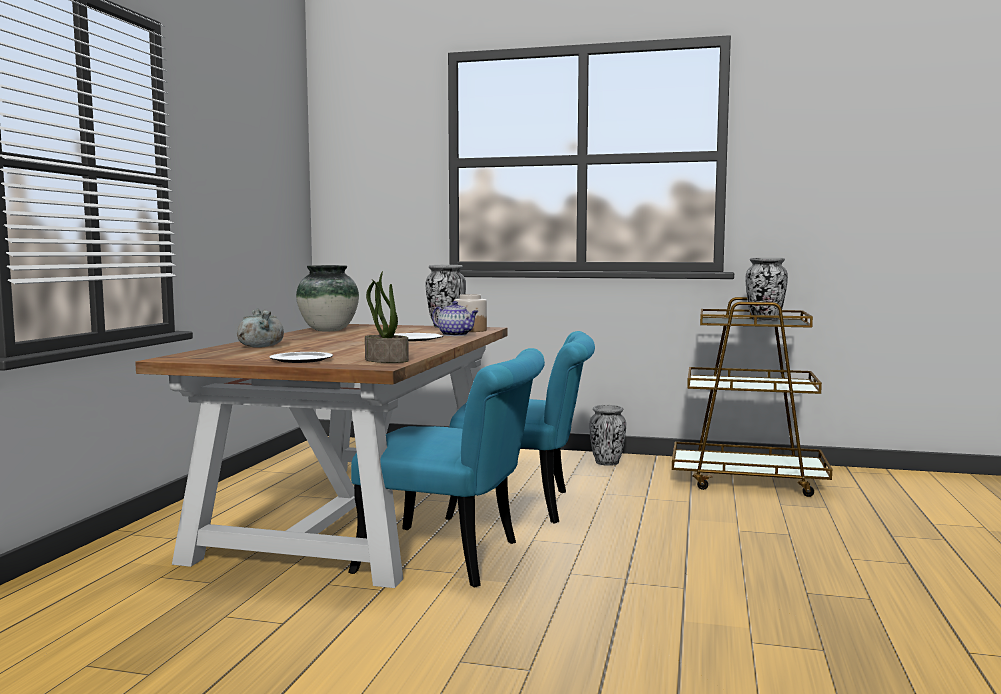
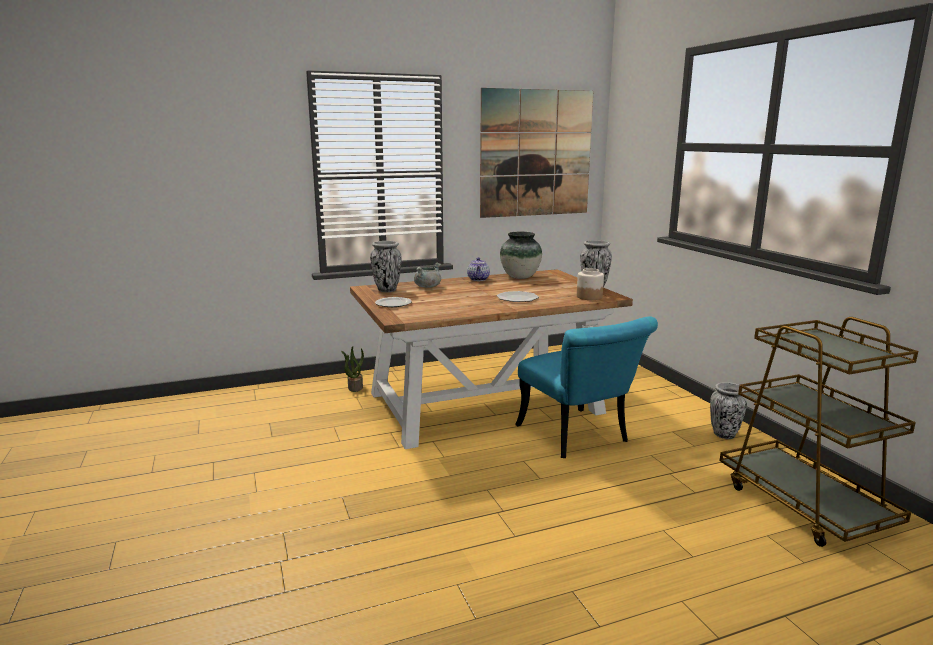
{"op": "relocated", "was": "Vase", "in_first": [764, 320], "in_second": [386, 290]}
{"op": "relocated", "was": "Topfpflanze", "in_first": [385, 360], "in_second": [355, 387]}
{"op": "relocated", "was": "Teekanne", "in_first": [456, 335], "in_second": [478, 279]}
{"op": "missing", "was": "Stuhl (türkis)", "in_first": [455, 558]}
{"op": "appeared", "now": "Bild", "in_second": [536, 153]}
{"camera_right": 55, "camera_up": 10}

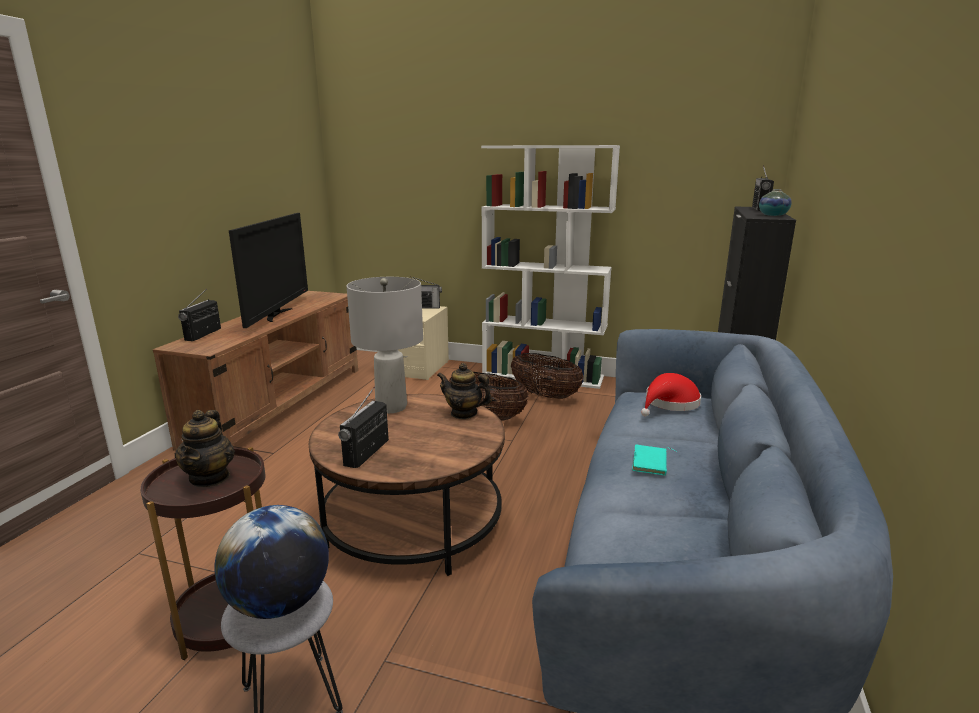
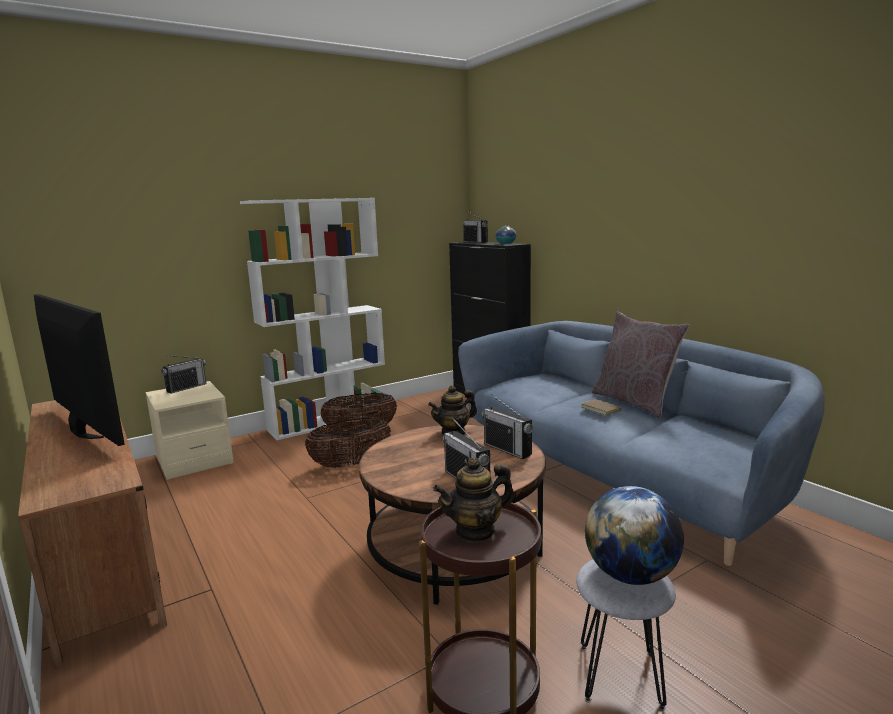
{"op": "missing", "was": "Tischlampe (grau)", "in_first": [392, 407]}
{"op": "relocated", "was": "Radio", "in_first": [203, 334], "in_second": [507, 449]}
{"op": "missing", "was": "Hut (rot)", "in_first": [669, 404]}
{"op": "spun", "was": "Teekanne", "in_first": [210, 477], "in_second": [476, 531], "clockwise": 120}
{"op": "colour", "was": "Buch (türkis)", "now": "Buch (braun)", "in_first": [651, 463], "in_second": [601, 409]}
{"op": "appeared", "now": "Kissen (grau)", "in_second": [635, 402]}
{"camera_right": -50, "camera_up": -5}

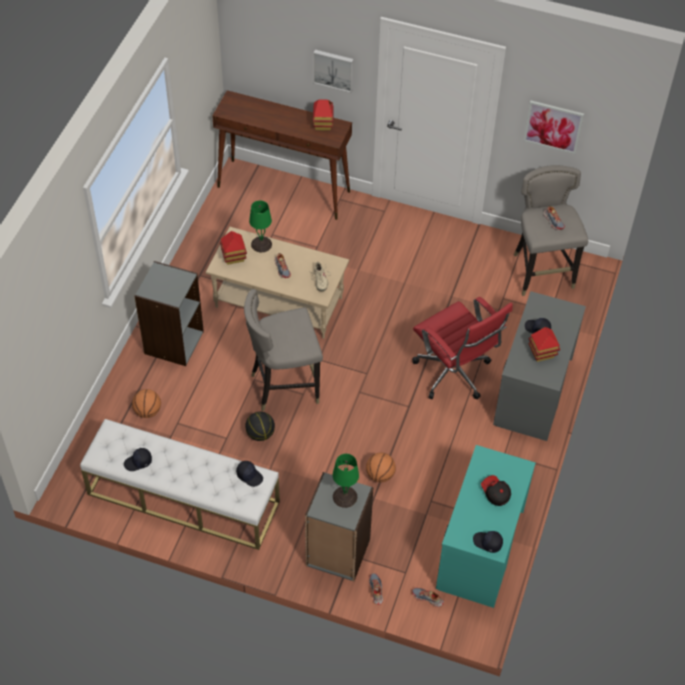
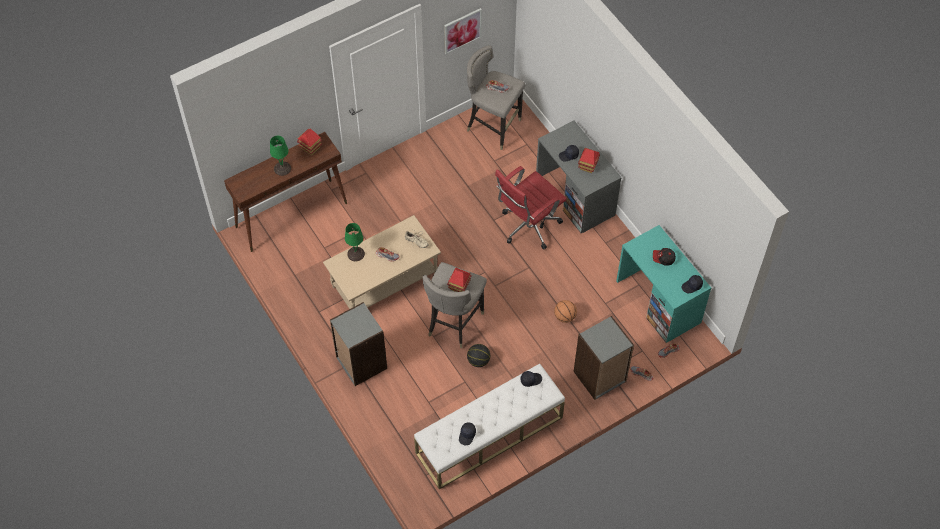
{"op": "missing", "was": "Bild", "in_first": [334, 69]}
{"op": "relocated", "was": "Spielzeughaus", "in_first": [233, 257], "in_second": [459, 286]}
{"op": "spun", "was": "Bürostuhl (rot)", "in_first": [454, 375], "in_second": [528, 227], "clockwise": 135}
{"op": "missing", "was": "Basketball", "in_first": [147, 411]}
{"op": "relocated", "was": "Tischlampe (grün)", "in_first": [344, 497], "in_second": [282, 168]}
{"camera_right": -50, "camera_up": 5}

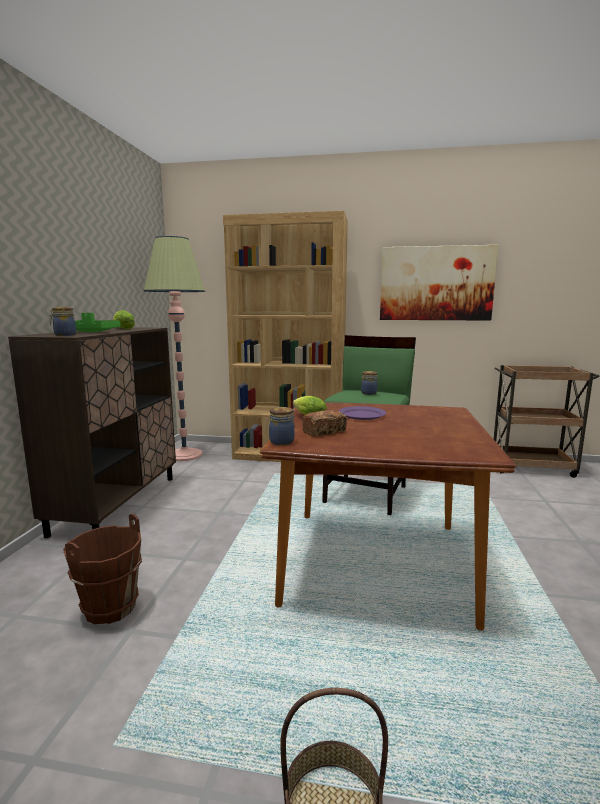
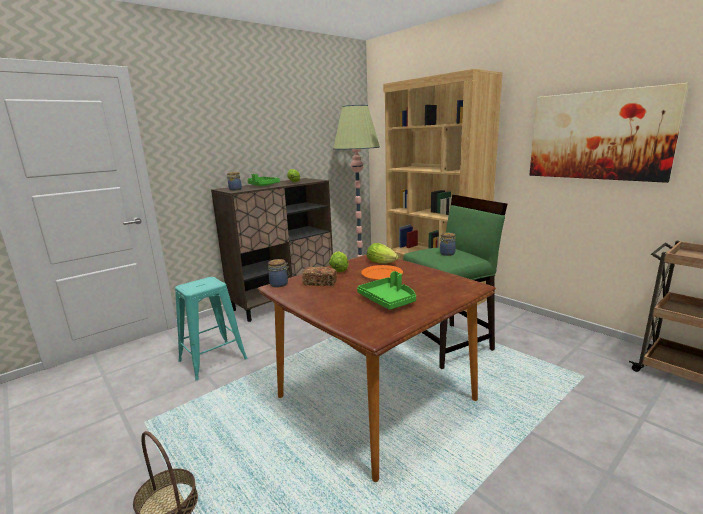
{"op": "colour", "was": "Teller (lila)", "now": "Teller (orange)", "in_first": [361, 415], "in_second": [381, 274]}
{"op": "exchanged", "was": "Eimer (braun)", "now": "Hocker (türkis)", "in_first": [110, 608], "in_second": [213, 360]}
{"op": "appeared", "now": "Salatkopf", "in_second": [383, 262]}
{"op": "appeared", "now": "Tablett (grün)", "in_second": [388, 300]}
{"camera_right": 40, "camera_up": 5}

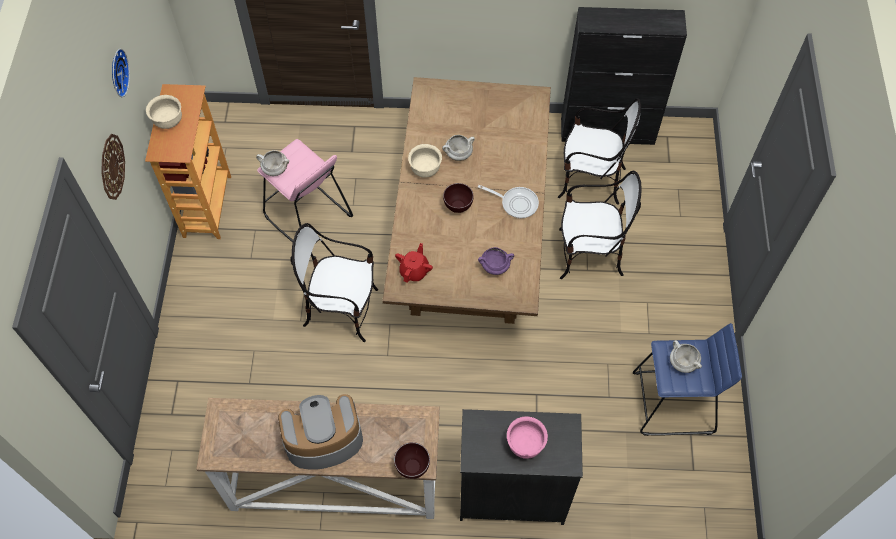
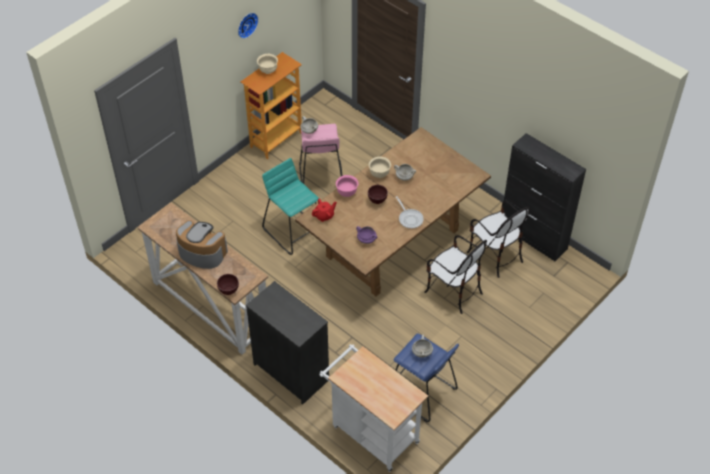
{"op": "missing", "was": "Wanduhr", "in_first": [112, 167]}
{"op": "exchanged", "was": "Stuhl", "now": "Hocker (türkis)", "in_first": [342, 310], "in_second": [294, 231]}
{"op": "relocated", "was": "Schüssel (rosa)", "in_first": [525, 444], "in_second": [347, 192]}
{"op": "appeared", "now": "Rollwagen (weiß)", "in_second": [371, 432]}
{"camera_right": 40, "camera_up": -10}

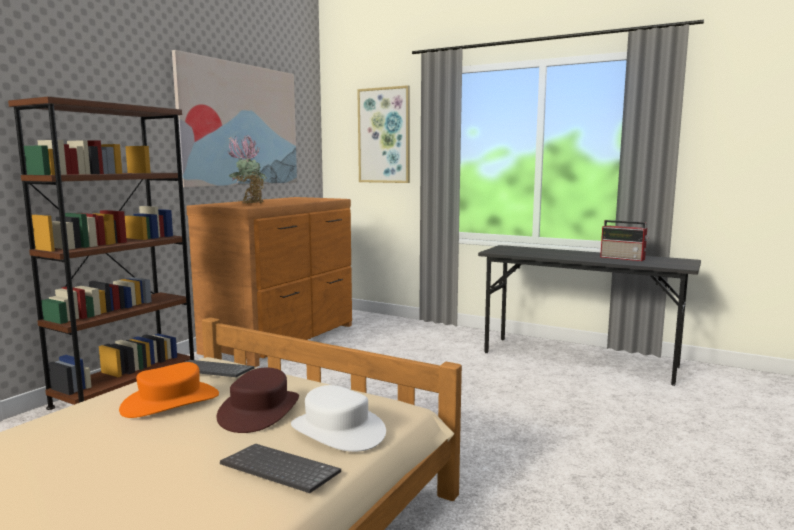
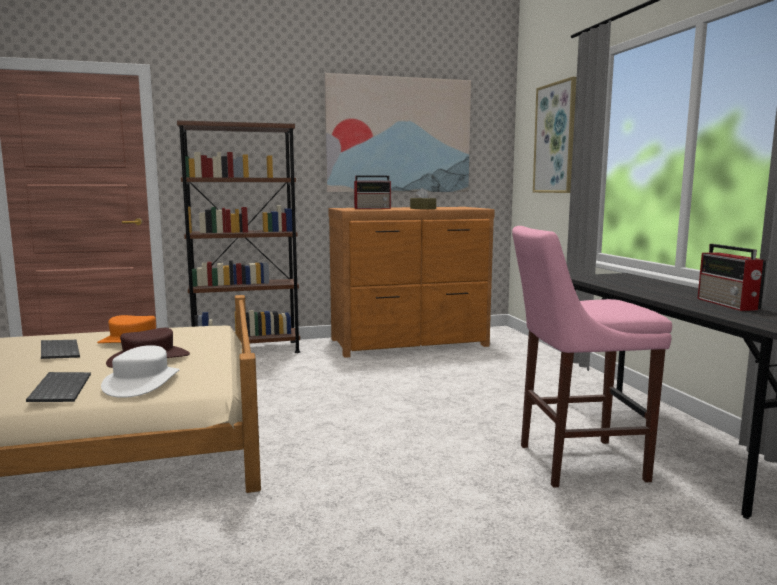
{"op": "exchanged", "was": "Topfpflanze", "now": "Radio", "in_first": [248, 204], "in_second": [373, 208]}
{"op": "relocated", "was": "Tastatur", "in_first": [210, 371], "in_second": [58, 351]}
{"op": "appeared", "now": "Taschentuchbox (braun)", "in_second": [423, 208]}
{"op": "appeared", "now": "Hocker (rosa)", "in_second": [574, 462]}
{"camera_right": 45, "camera_up": 0}

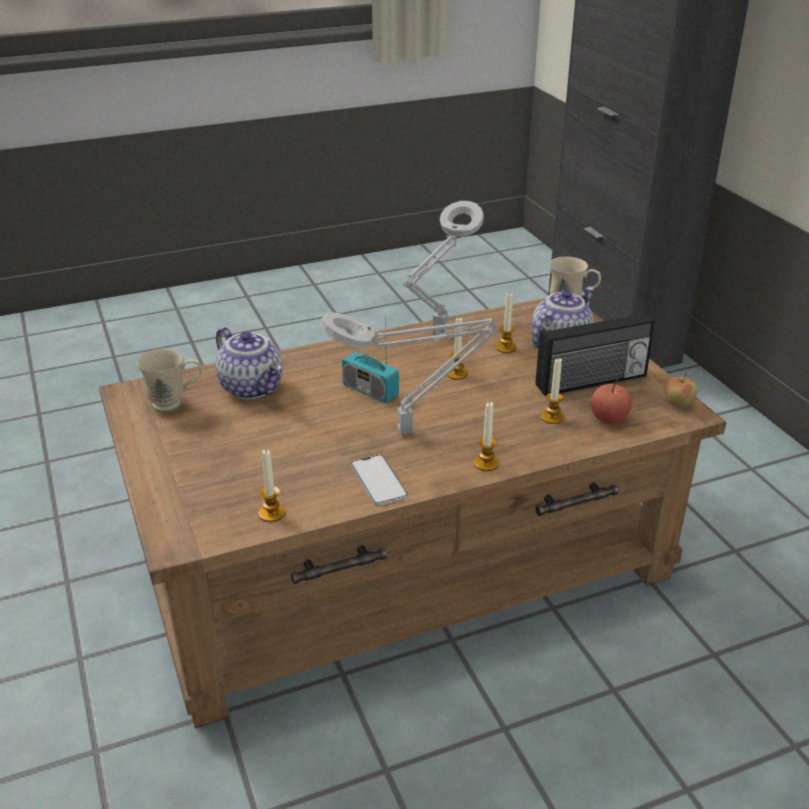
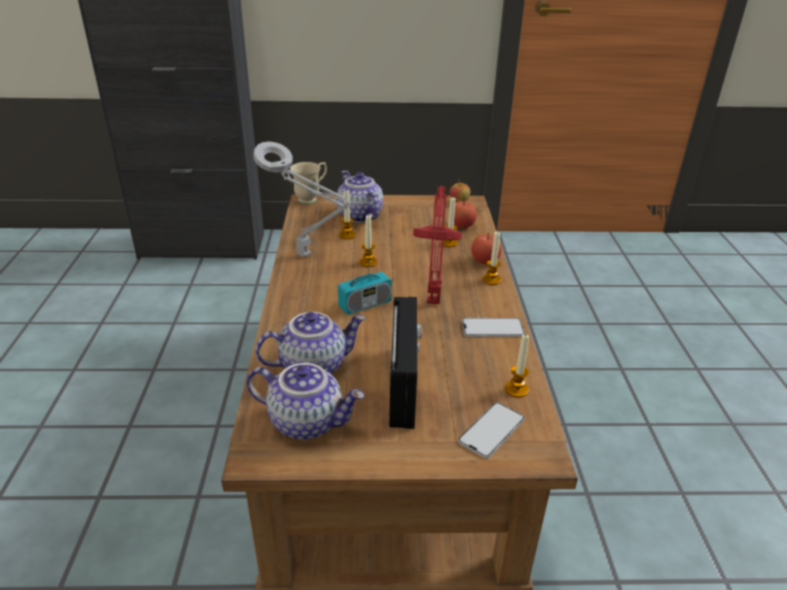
{"op": "relocated", "was": "Radio", "in_first": [592, 382], "in_second": [405, 385]}
{"op": "colour", "was": "Tischlampe (grau)", "now": "Tischlampe (rot)", "in_first": [410, 430], "in_second": [433, 299]}
{"op": "exchanged", "was": "Henkelbecher (beige)", "now": "Teekanne", "in_first": [175, 404], "in_second": [307, 421]}
{"op": "appeared", "now": "Apfel", "in_second": [485, 261]}
{"op": "appeared", "now": "Handy", "in_second": [491, 430]}
{"camera_right": -70, "camera_up": 0}

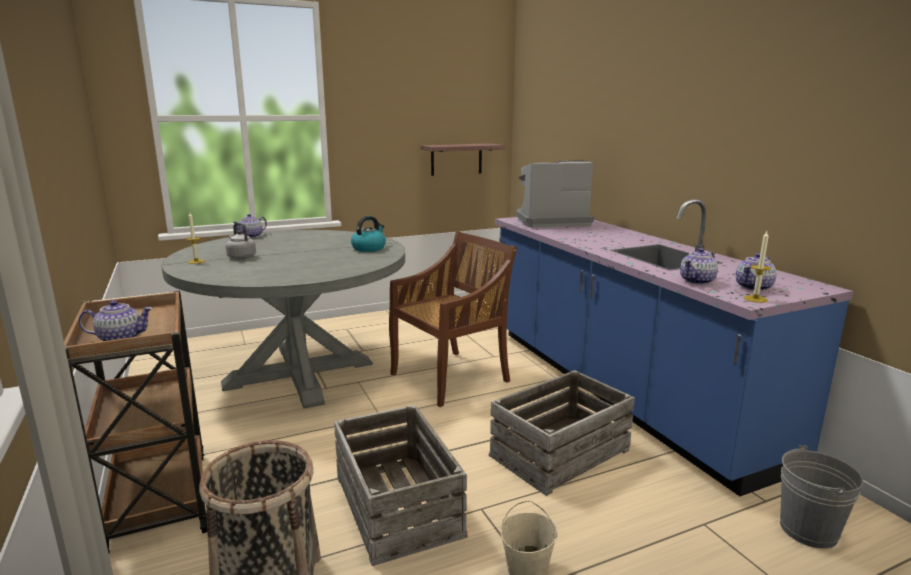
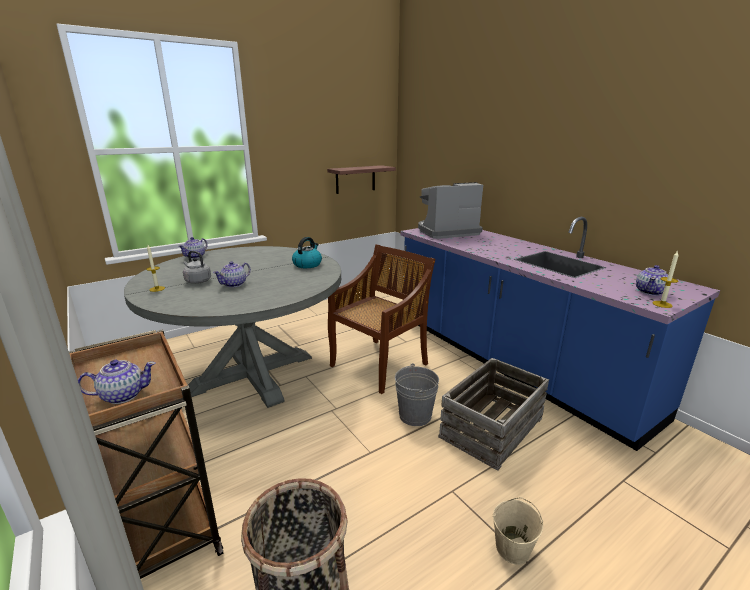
{"op": "relocated", "was": "Teekanne", "in_first": [697, 281], "in_second": [234, 284]}
{"op": "missing", "was": "Kiste", "in_first": [396, 506]}
{"op": "relocated", "was": "Eimer (grau)", "in_first": [808, 530], "in_second": [415, 415]}
{"camera_right": -10, "camera_up": 5}

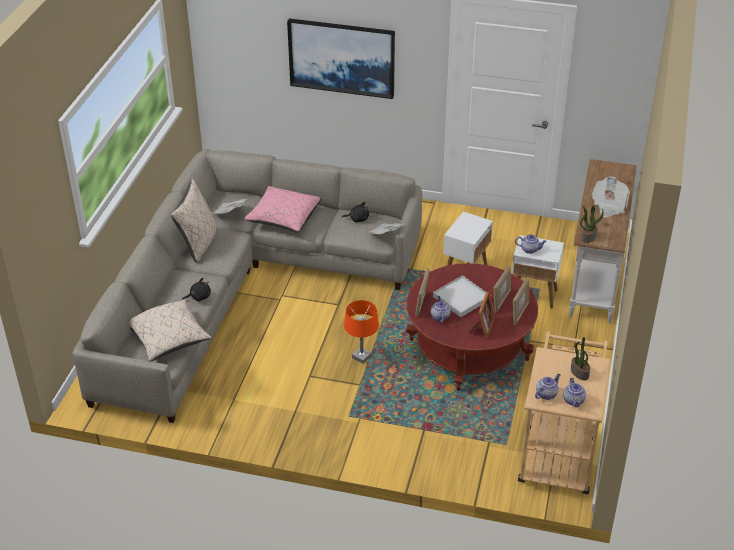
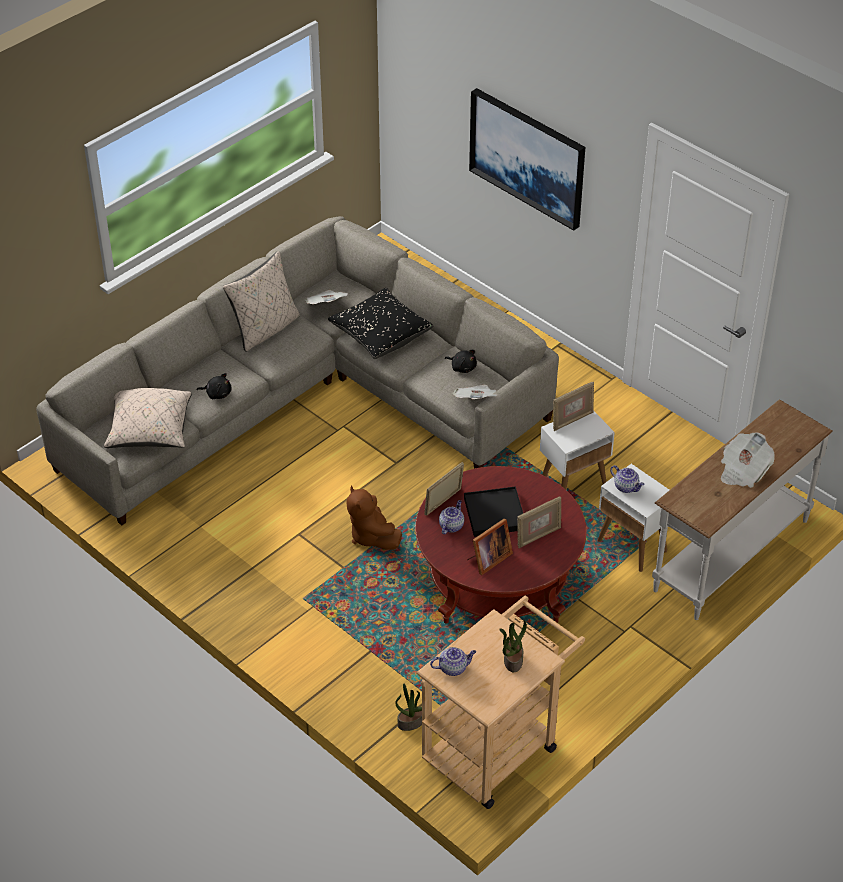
{"op": "colour", "was": "Kissen (rosa)", "now": "Kissen (schwarz)", "in_first": [283, 218], "in_second": [380, 334]}
{"op": "relocated", "was": "Topfpflanze", "in_first": [588, 236], "in_second": [411, 722]}
{"op": "colour", "was": "Tablett (weiß)", "now": "Tablett (schwarz)", "in_first": [461, 298], "in_second": [495, 514]}
{"op": "relocated", "was": "Bilderrahmen", "in_first": [519, 313], "in_second": [572, 420]}
{"op": "exchanged", "was": "Tischlampe (orange)", "now": "Plüschtier (braun)", "in_first": [361, 357], "in_second": [371, 536]}
{"op": "missing", "was": "Teekanne", "in_first": [574, 401]}
{"camera_right": 30, "camera_up": 5}

